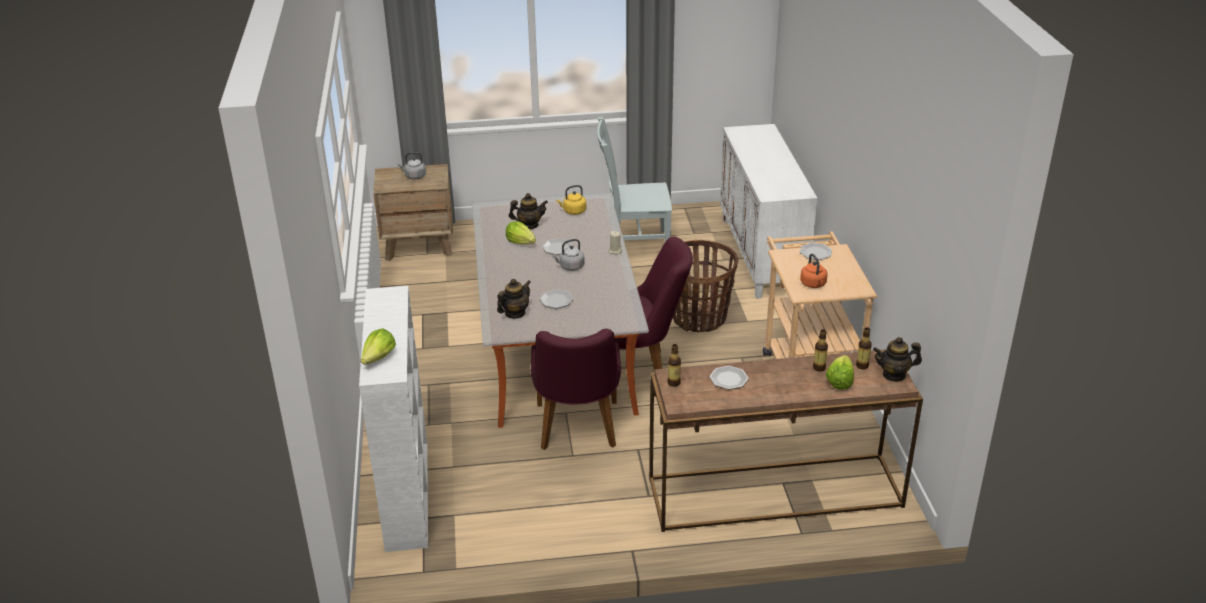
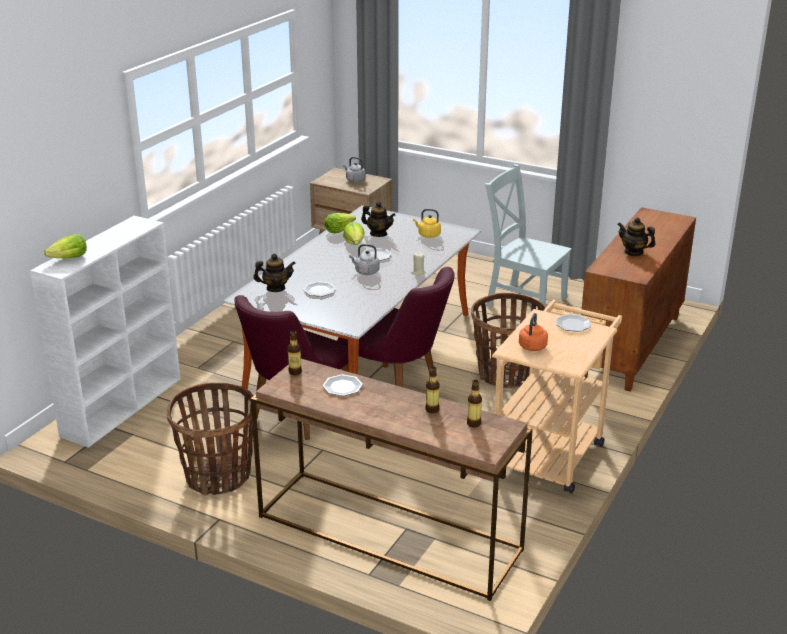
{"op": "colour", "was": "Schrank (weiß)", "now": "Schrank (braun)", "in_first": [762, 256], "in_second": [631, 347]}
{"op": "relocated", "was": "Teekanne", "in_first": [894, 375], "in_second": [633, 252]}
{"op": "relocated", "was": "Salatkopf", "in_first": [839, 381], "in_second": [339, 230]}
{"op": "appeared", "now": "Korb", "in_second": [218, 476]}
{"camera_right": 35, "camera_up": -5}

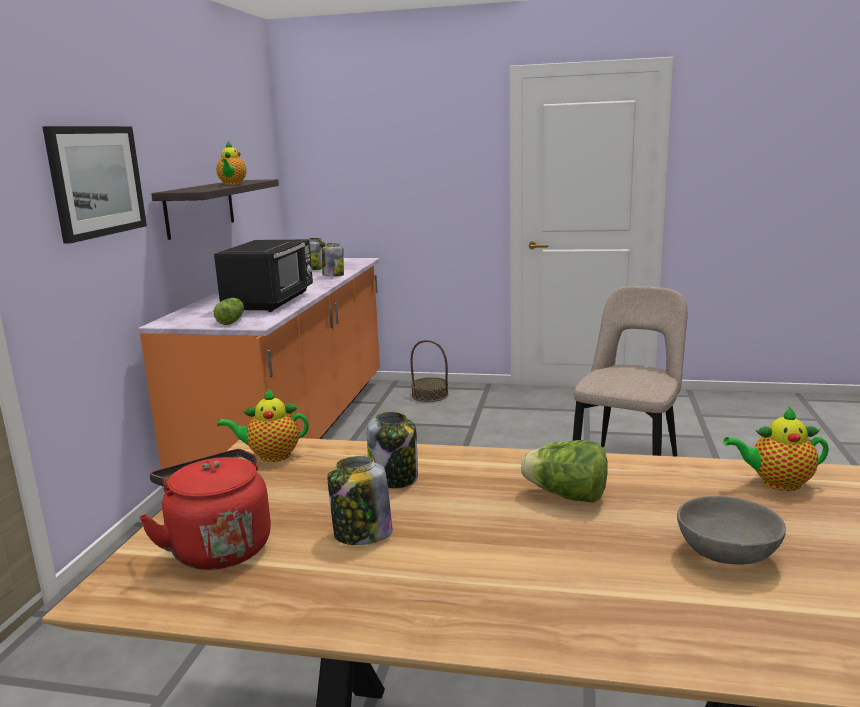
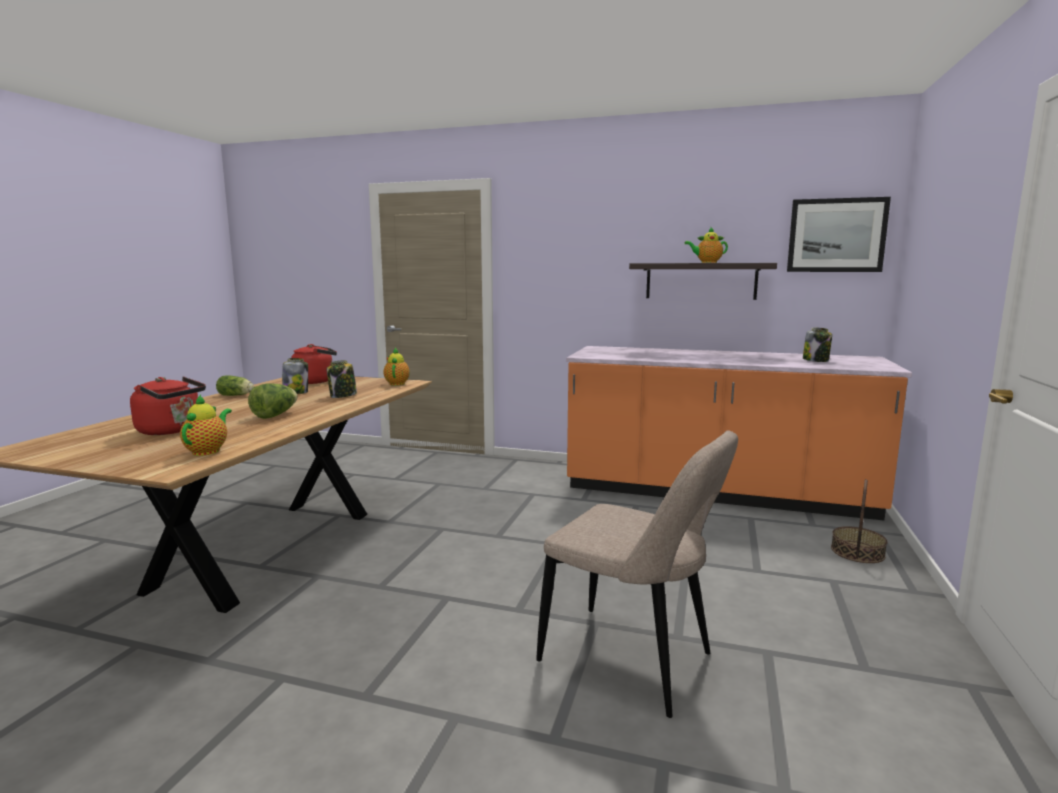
{"op": "relocated", "was": "Bild", "in_first": [96, 181], "in_second": [836, 235]}
{"op": "missing", "was": "Mikrowelle (schwarz)", "in_first": [271, 301]}
{"op": "missing", "was": "Vorratsglas", "in_first": [333, 275]}
{"op": "relocated", "was": "Salatkopf", "in_first": [232, 321], "in_second": [237, 395]}
{"op": "exchanged", "was": "Schüssel (grau)", "now": "Wasserkessel (rot)", "in_first": [728, 555], "in_second": [171, 431]}
{"camera_right": 95, "camera_up": -5}

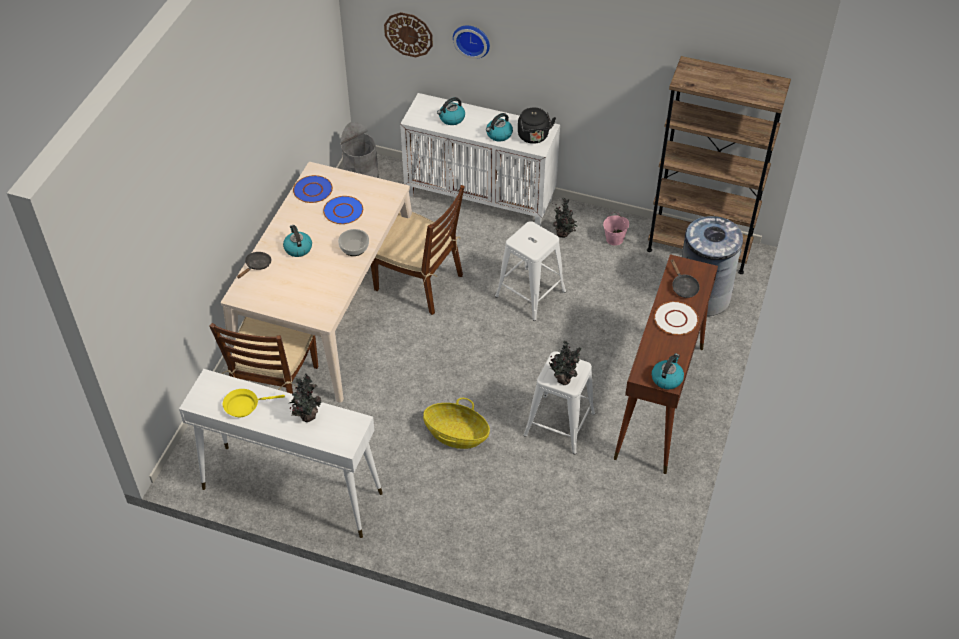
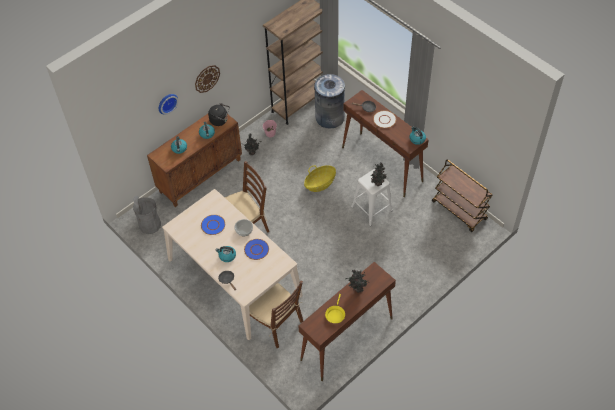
{"op": "relocated", "was": "Wanduhr", "in_first": [408, 34], "in_second": [207, 78]}
{"op": "colour", "was": "Schrank (weiß)", "now": "Schrank (braun)", "in_first": [481, 197], "in_second": [200, 175]}
{"op": "relocated", "was": "Teller (blau)", "in_first": [313, 190], "in_second": [256, 249]}
{"op": "missing", "was": "Hocker (weiß)", "in_first": [530, 293]}
{"op": "colour", "was": "Konsolentisch (weiß)", "now": "Konsolentisch (braun)", "in_first": [291, 490], "in_second": [346, 339]}
{"op": "relocated", "was": "Korb", "in_first": [456, 434], "in_second": [320, 183]}
{"op": "appeared", "now": "Rollwagen (braun)", "in_second": [459, 210]}
{"camera_right": -60, "camera_up": 5}

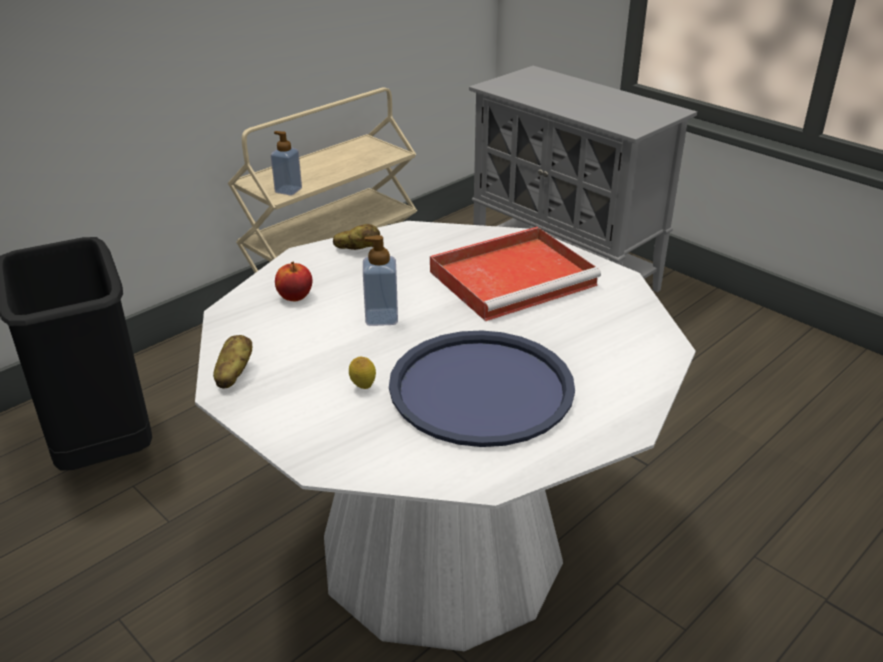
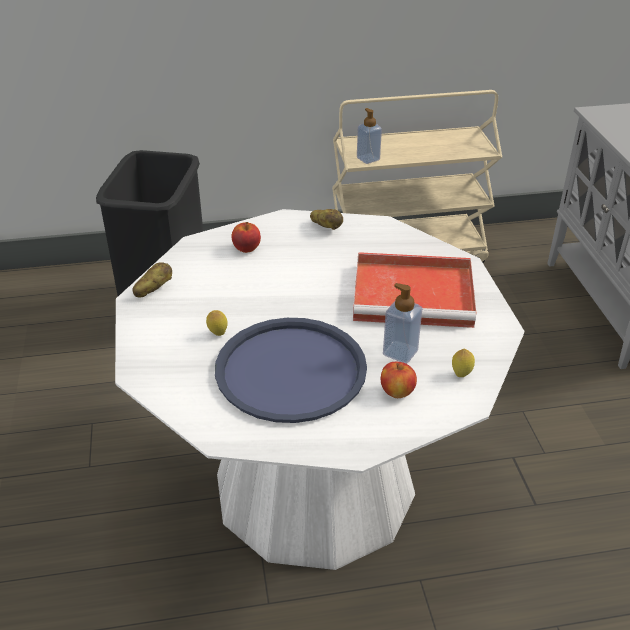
{"op": "relocated", "was": "Seifenspender", "in_first": [381, 318], "in_second": [400, 352]}
{"op": "appeared", "now": "Zitrone", "in_second": [461, 374]}
{"op": "appeared", "now": "Apfel", "in_second": [397, 392]}
{"camera_right": 35, "camera_up": 5}

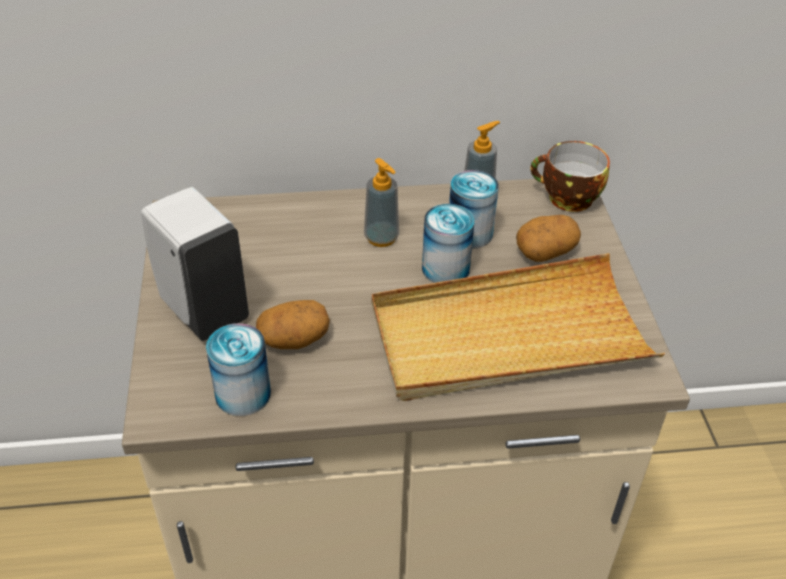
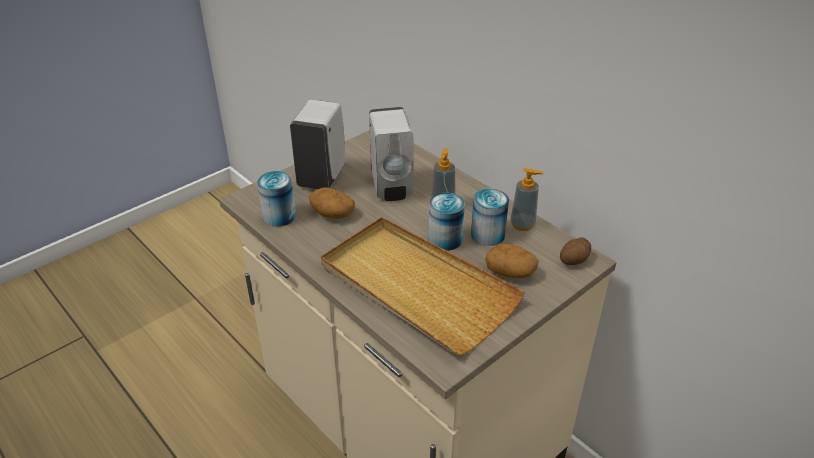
{"op": "exchanged", "was": "Tasse", "now": "Kartoffel", "in_first": [566, 199], "in_second": [574, 260]}
{"op": "appeared", "now": "Seifenspender (weiß)", "in_second": [391, 188]}
{"camera_right": 55, "camera_up": -5}

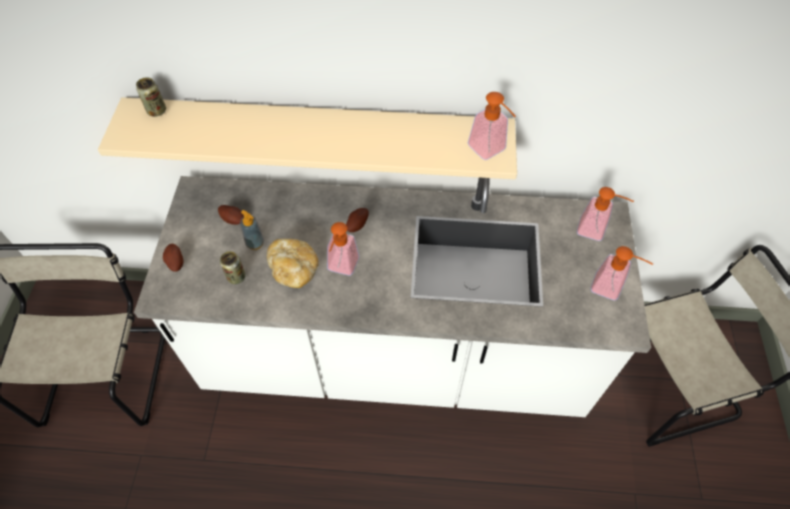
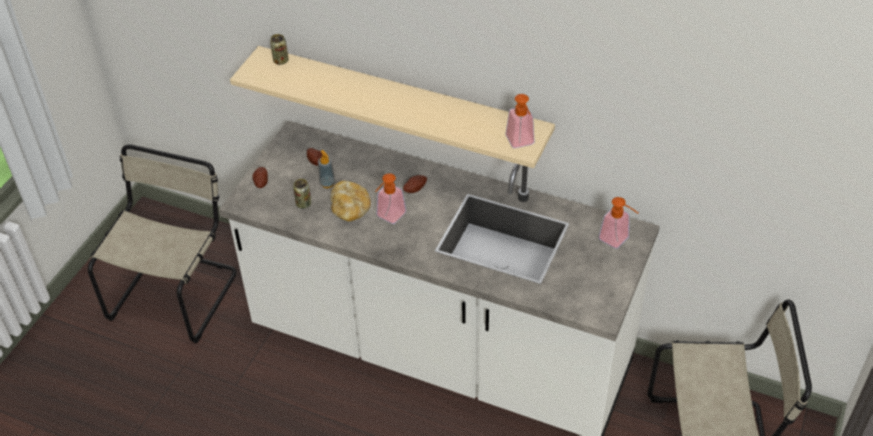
{"op": "missing", "was": "Seifenspender", "in_first": [612, 289]}
{"camera_right": 20, "camera_up": -10}

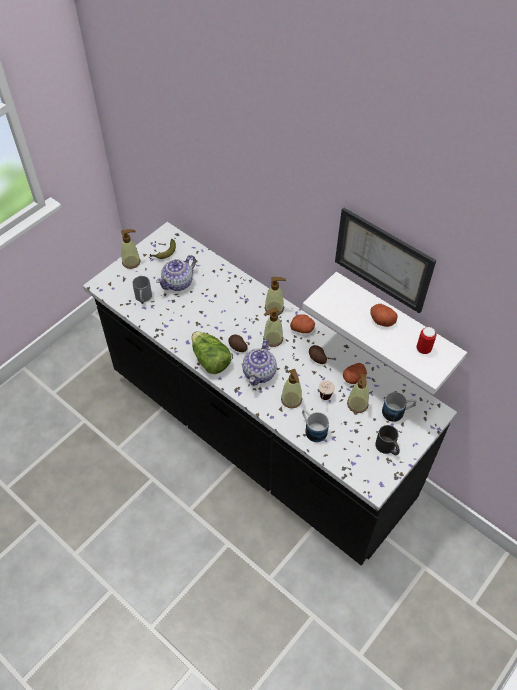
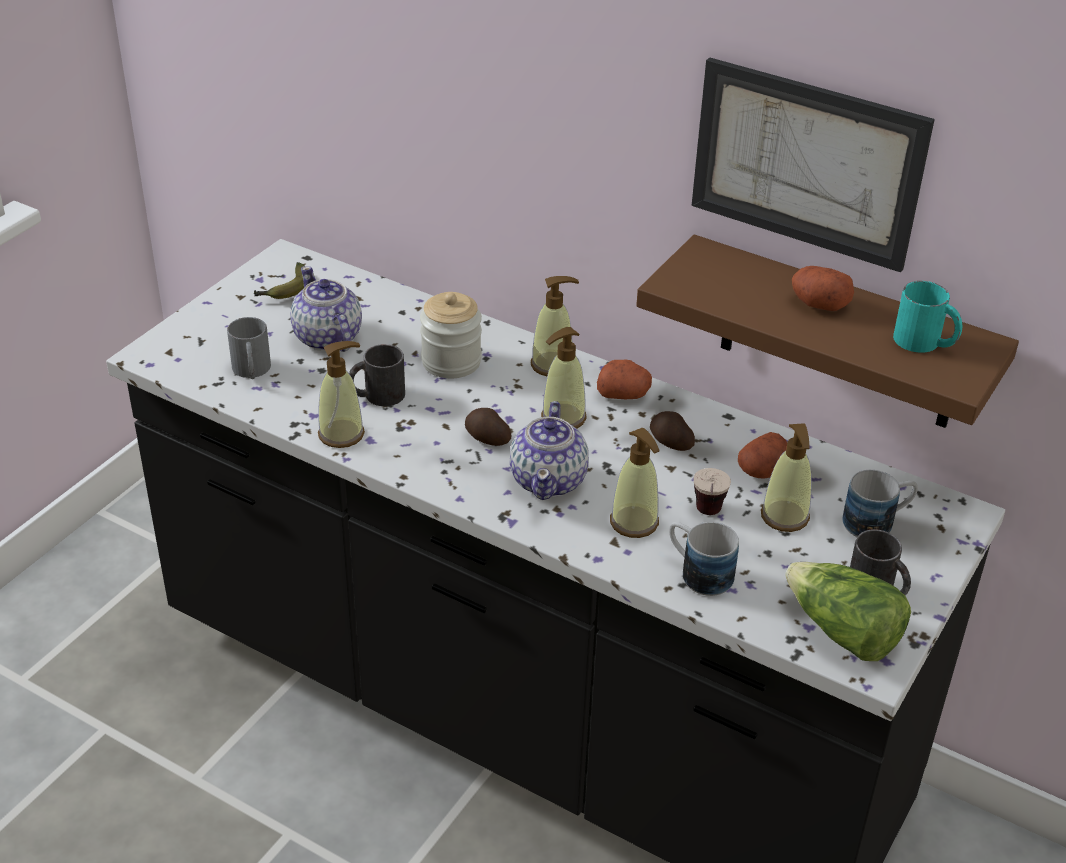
{"op": "relocated", "was": "Seifenspender", "in_first": [131, 262], "in_second": [342, 434]}
{"op": "spun", "was": "Teekanne", "in_first": [178, 283], "in_second": [327, 338], "clockwise": 120}
{"op": "colour", "was": "Wandregal (weiß)", "now": "Wandregal (braun)", "in_first": [394, 327], "in_second": [839, 335]}
{"op": "exchanged", "was": "Dose", "now": "Henkelbecher (türkis)", "in_first": [423, 349], "in_second": [925, 342]}
{"op": "relocated", "was": "Salatkopf", "in_first": [210, 360], "in_second": [842, 632]}
{"op": "appeared", "now": "Vorratsglas", "in_second": [451, 362]}
{"op": "appeared", "now": "Henkelbecher (schwarz)", "in_second": [376, 395]}
{"camera_right": -10, "camera_up": -15}

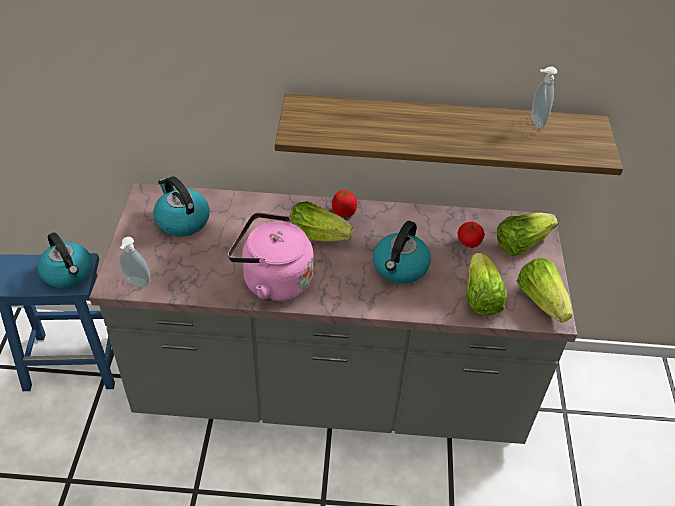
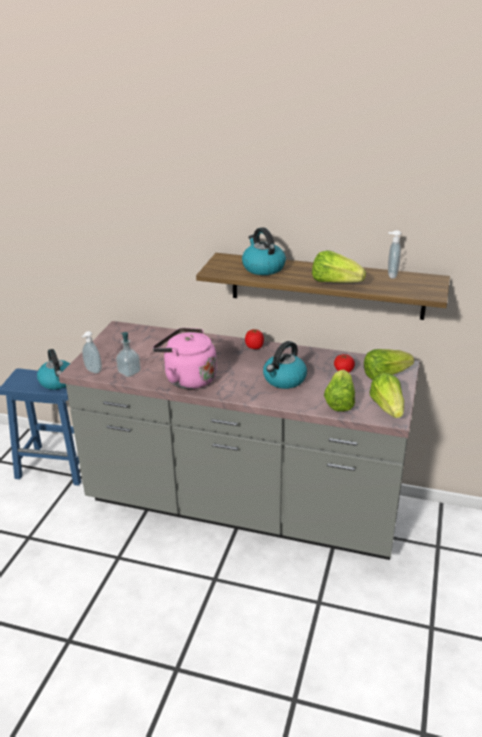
{"op": "relocated", "was": "Wasserkessel", "in_first": [182, 220], "in_second": [263, 268]}
{"op": "relocated", "was": "Salatkopf", "in_first": [316, 236], "in_second": [335, 282]}
{"op": "appeared", "now": "Seifenspender", "in_second": [129, 372]}
{"camera_right": 15, "camera_up": -15}

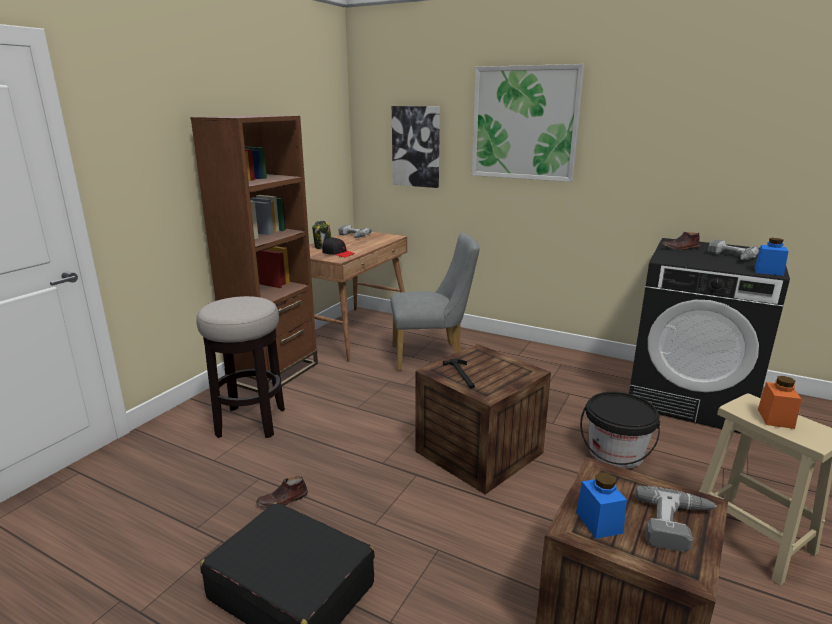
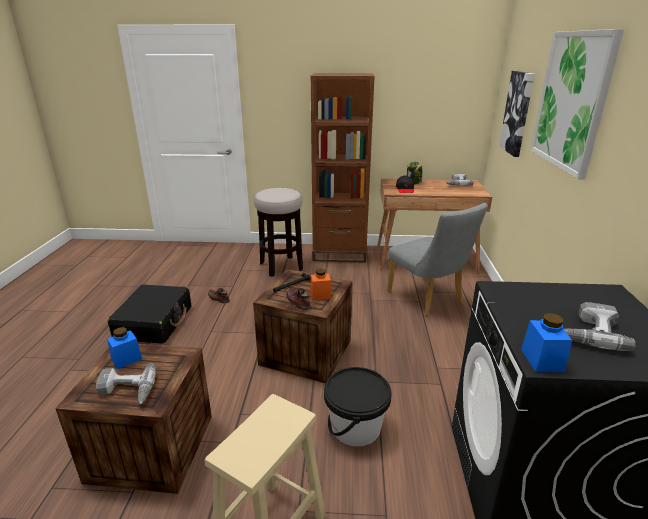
{"op": "relocated", "was": "Schuh (braun)", "in_first": [680, 248], "in_second": [297, 301]}
{"op": "relocated", "was": "Vorratsglas (orange)", "in_first": [775, 418], "in_second": [320, 295]}
{"camera_right": 65, "camera_up": 5}

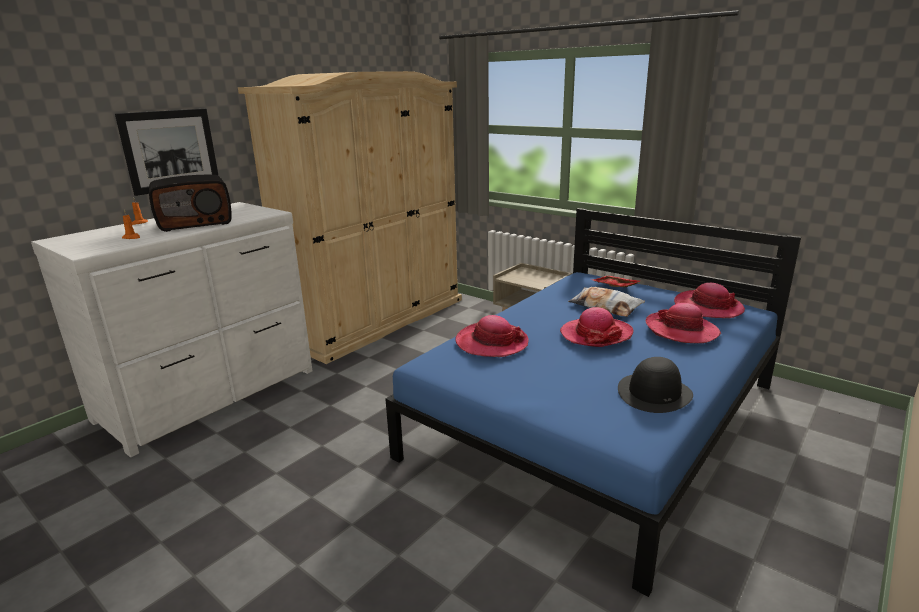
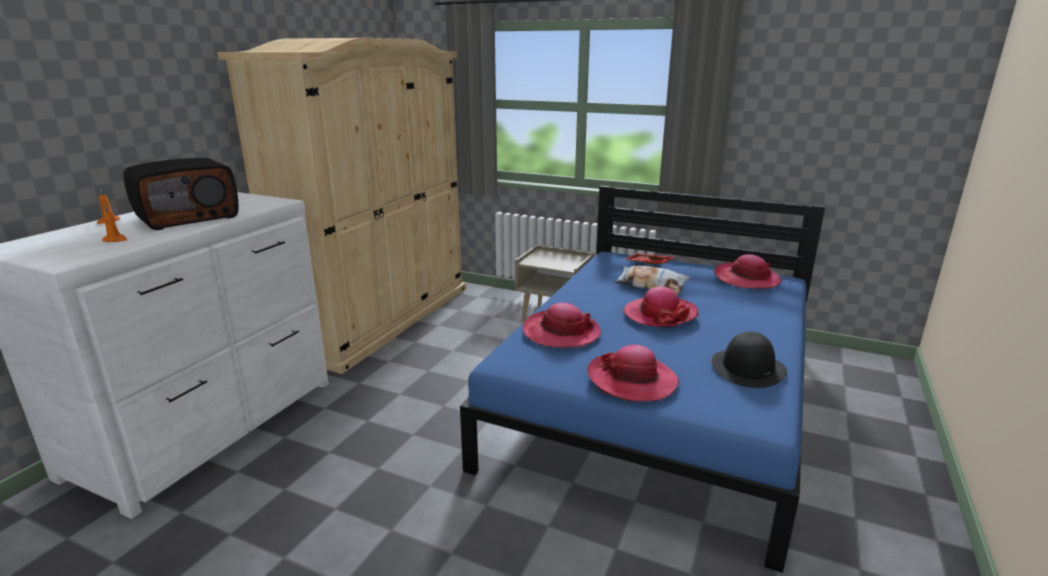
{"op": "missing", "was": "Bild", "in_first": [170, 150]}
{"op": "relocated", "was": "Hut", "in_first": [681, 330], "in_second": [632, 380]}
{"camera_right": -15, "camera_up": 0}

